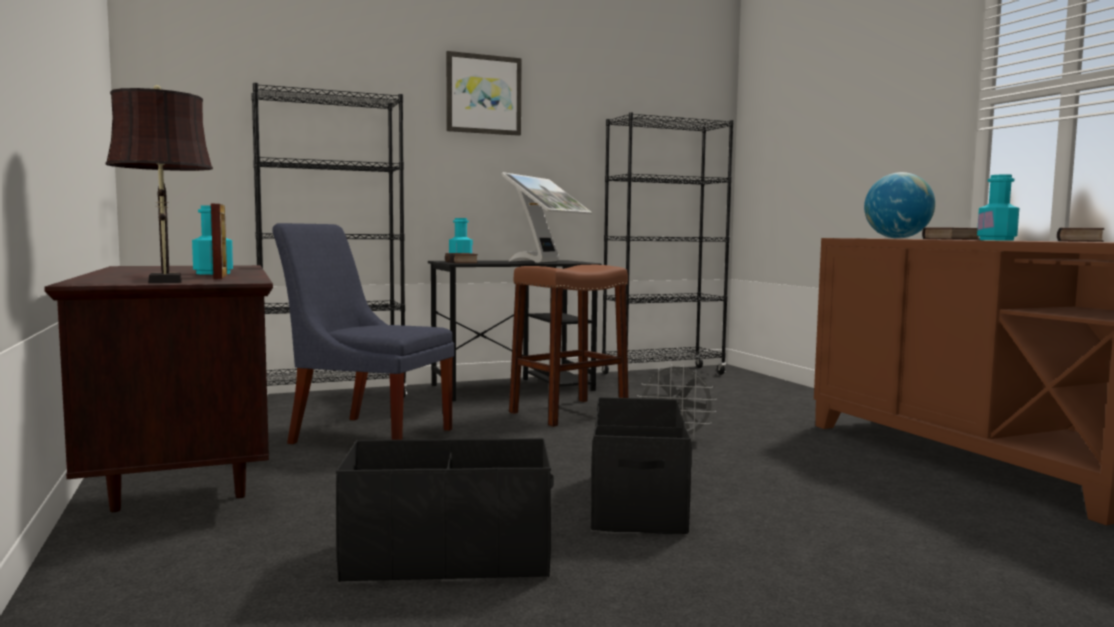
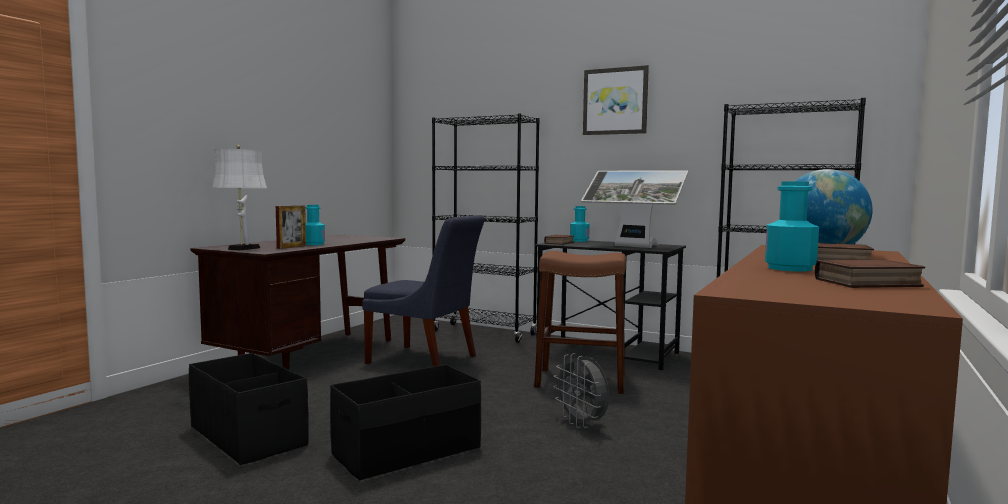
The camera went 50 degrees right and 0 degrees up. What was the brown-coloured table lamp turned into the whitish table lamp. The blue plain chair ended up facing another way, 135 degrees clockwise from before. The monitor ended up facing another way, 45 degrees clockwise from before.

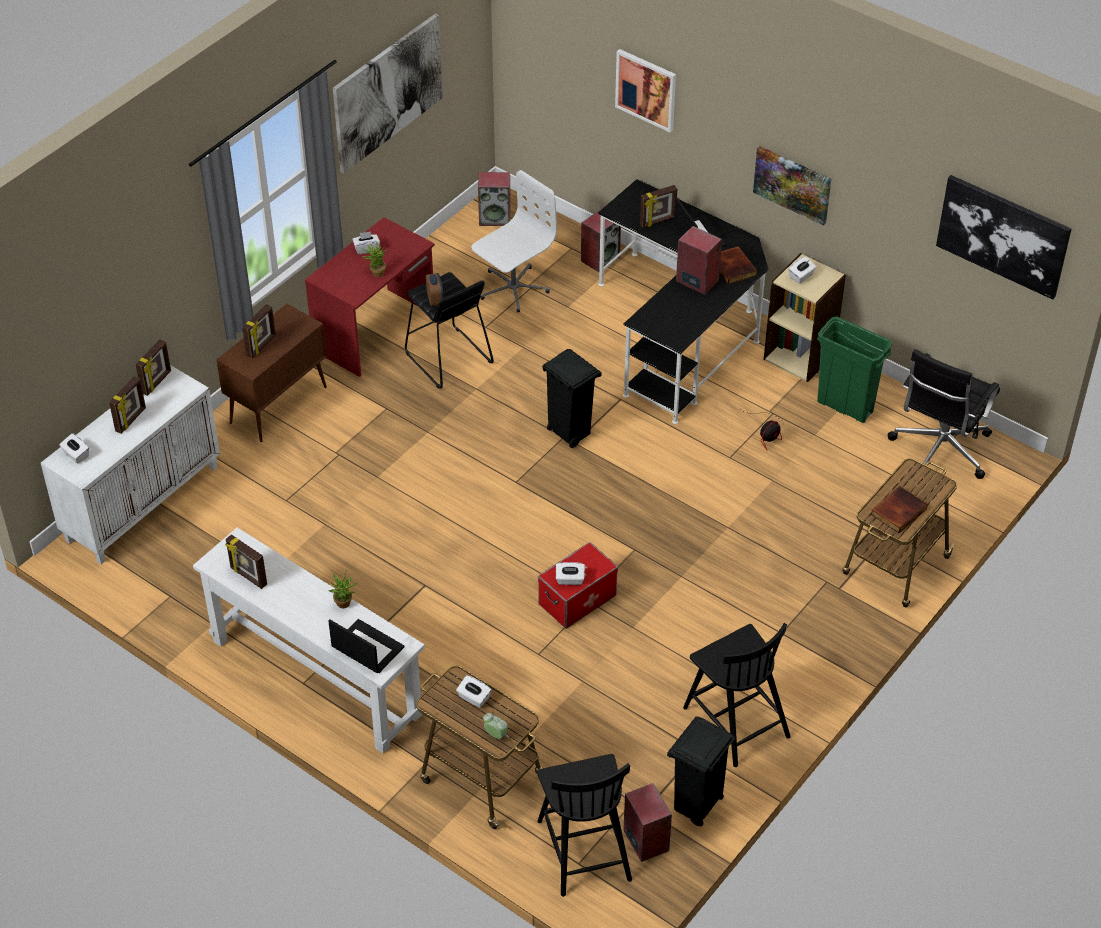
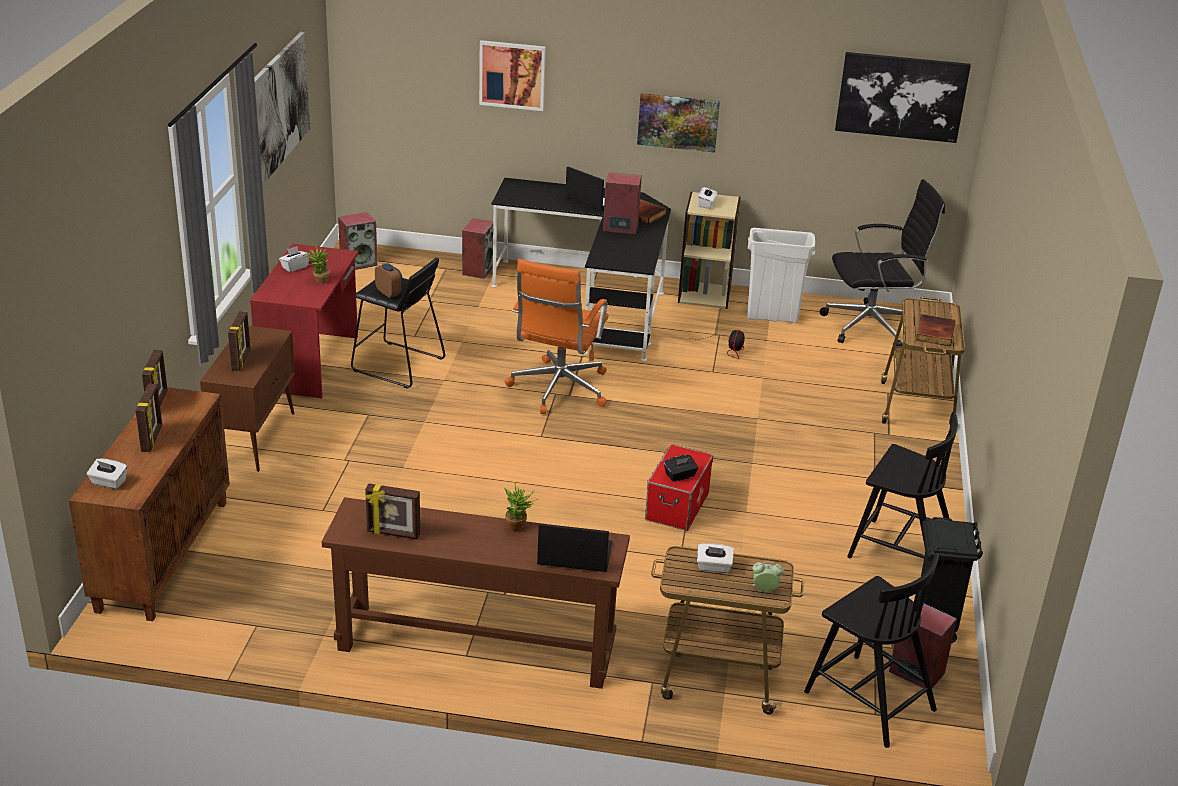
The camera went 30 degrees left and 15 degrees down. What was the whitish cabinet turned into the brown-coloured cabinet (1st from left). What was the whitish console table turned into the brown-coloured console table. The second view lost the whitish computer chair. Where the blackish trash can (1st from left) stood, the orange-coloured computer chair came to stand. What was the whitish box of tissues (4th from left) turned into the blackish box of tissues. The second view lost the photo frame (5th from left). What was the green trash can turned into the whitish trash can. The blackish computer chair ended up facing another way, 105 degrees counterclockwise from before.

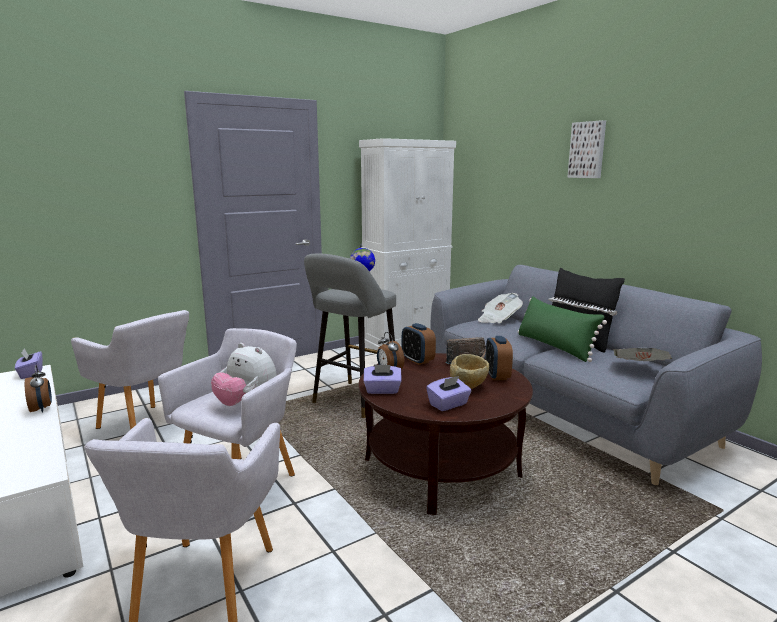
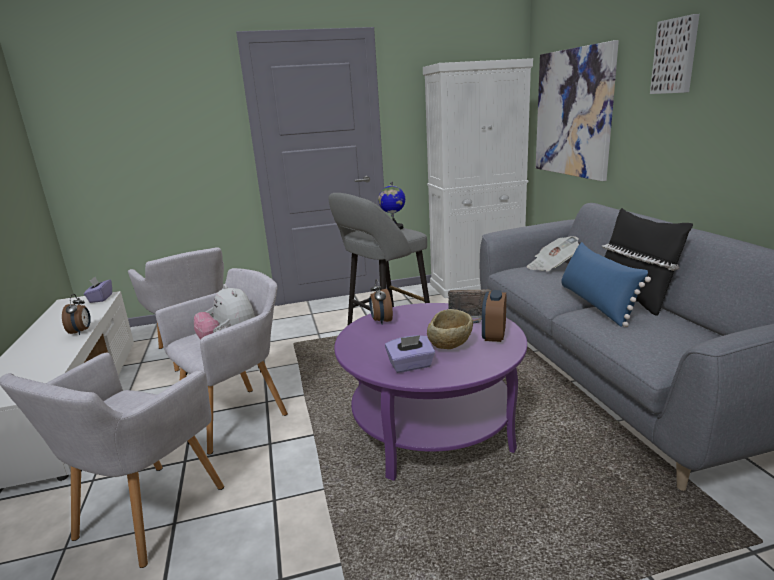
The camera went 20 degrees right and 5 degrees up. What was the brown-coloured lounge table turned into the purplish lounge table. The second view lost the purplish box of tissues (2nd from left). The second view lost the table clock (3rd from left). What was the green throw pillow turned into the blue throw pillow. The second view lost the newspaper (2nd from left). The second view gained the wall art (1st from left).

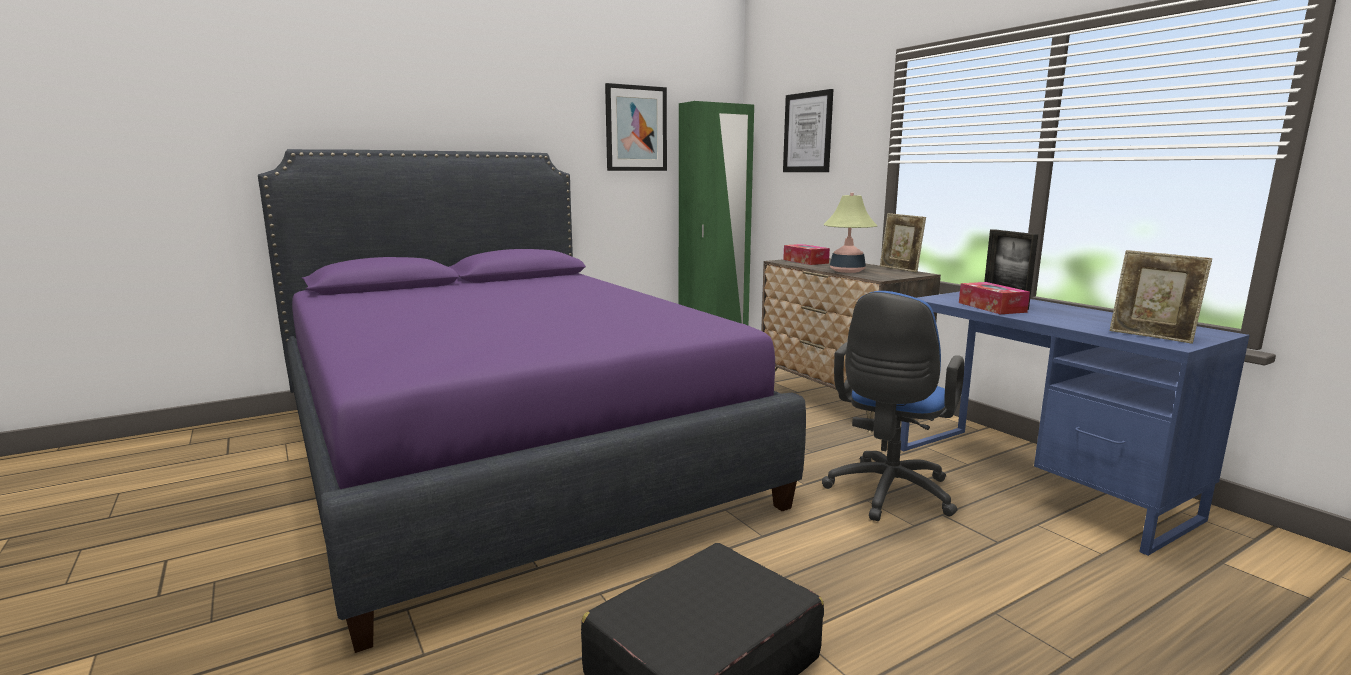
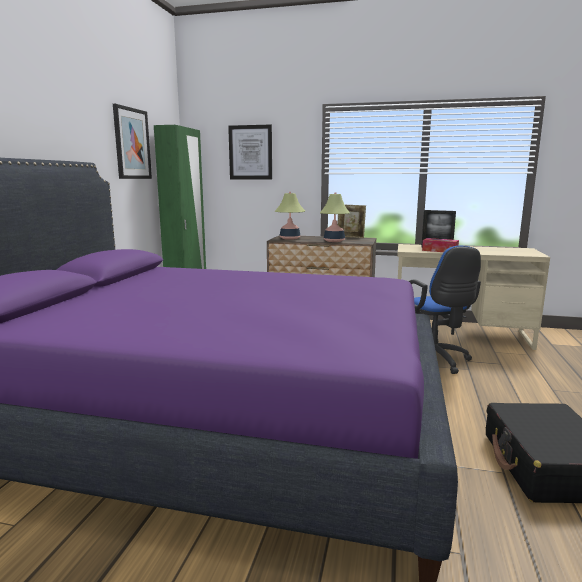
The camera went 45 degrees left and 0 degrees up. Where the box of tissues (1st from left) stood, the table lamp (1st from left) came to stand. What was the blue desk turned into the sand-coloured desk. The second view lost the photo frame (3rd from left).

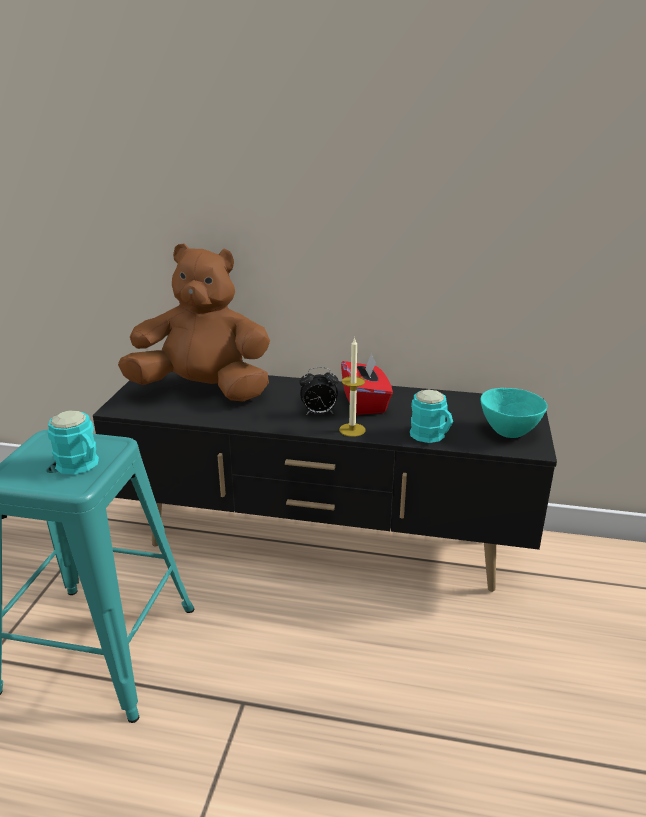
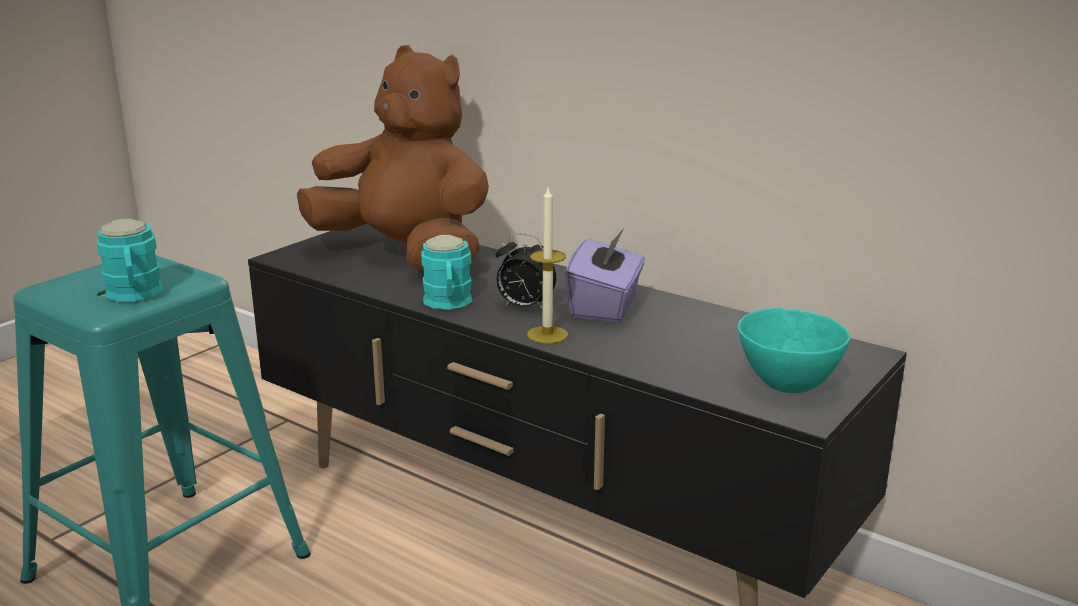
The camera went 25 degrees right and 5 degrees down. What was the red-coloured box of tissues turned into the purplish box of tissues. The blue-green tea mug (2nd from left) ended up elsewhere.

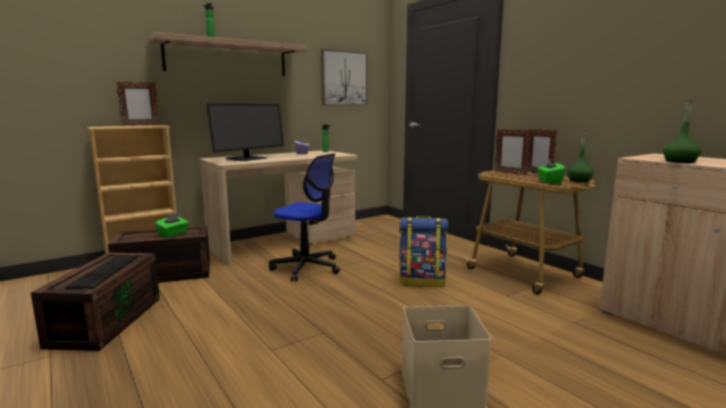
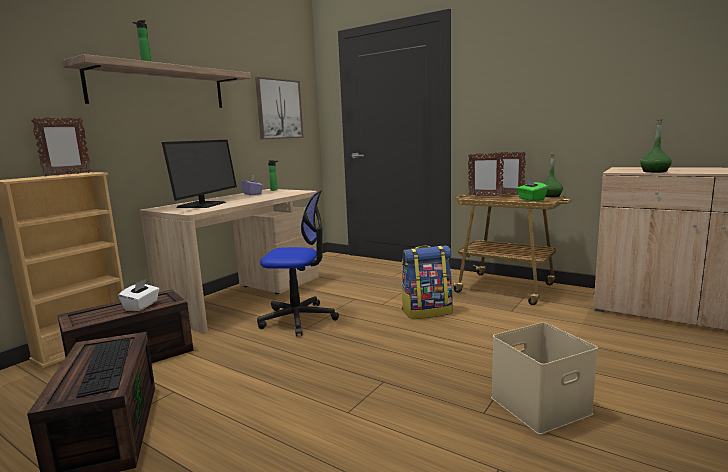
The camera went 20 degrees left and 0 degrees up. What was the green box of tissues (1st from left) turned into the whitish box of tissues.

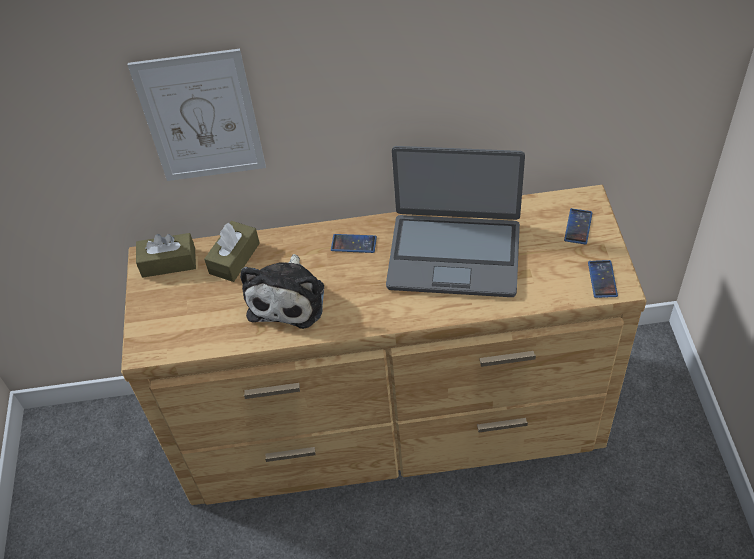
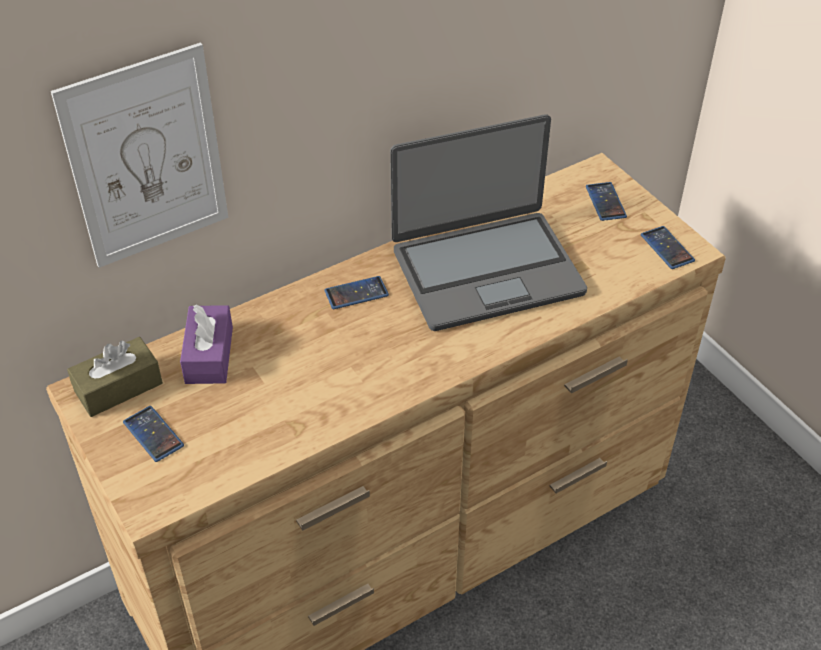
The camera went 30 degrees left and 5 degrees down. What was the brown-coloured box of tissues (2nd from left) turned into the purplish box of tissues. The second view lost the cuddly toy. The second view gained the handset (1st from left).

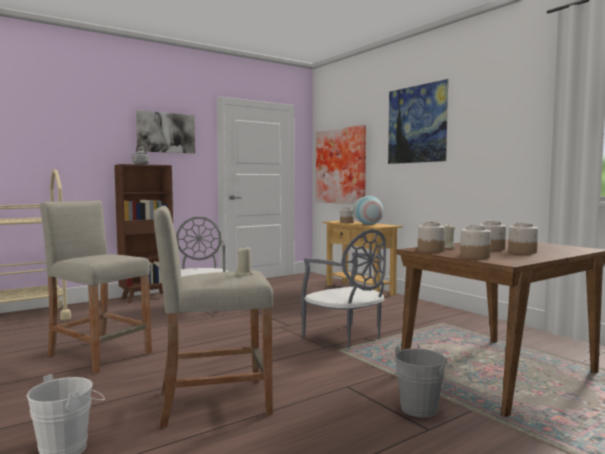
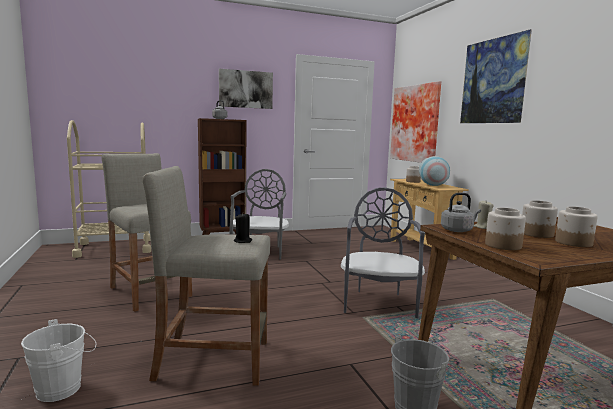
The camera went 15 degrees right and 5 degrees up. What was the sand-coloured wax candle (1st from left) turned into the blackish wax candle. The greyish plain chair (2nd from left) ended up facing another way, 150 degrees counterclockwise from before. Where the storage jar (2nd from left) stood, the greyish tea kettle (2nd from left) came to stand.

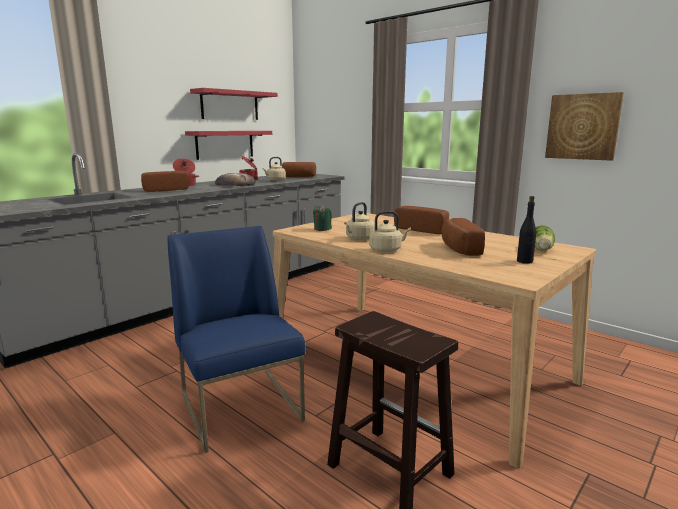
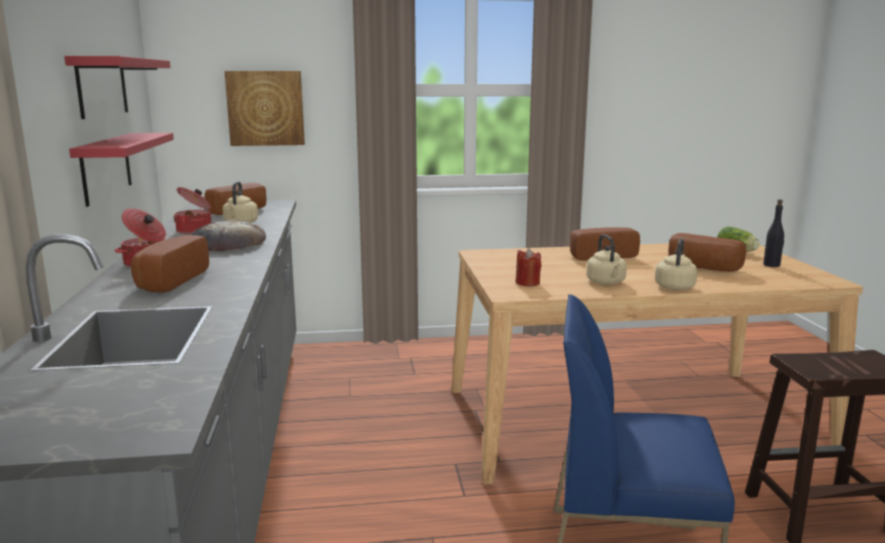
The camera went 50 degrees left and 0 degrees up. What was the green wax candle turned into the red-coloured wax candle. The wall art ended up elsewhere.

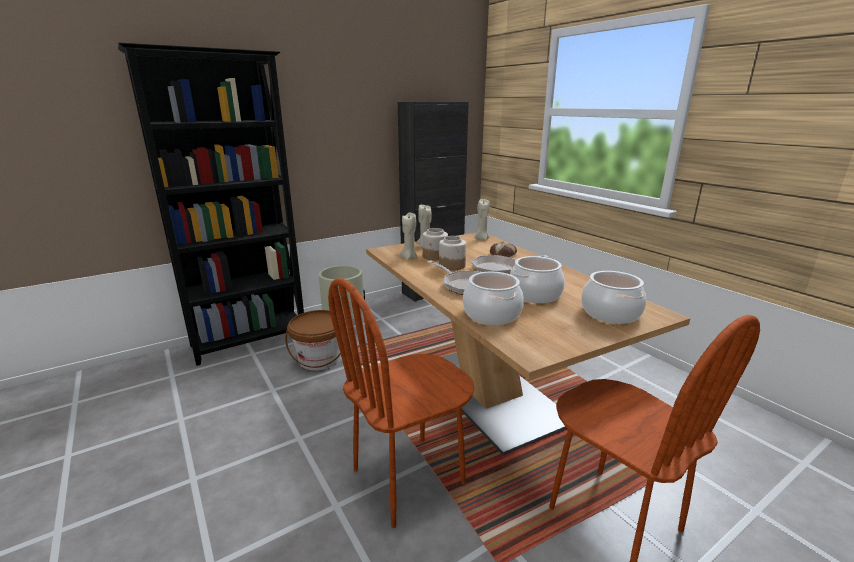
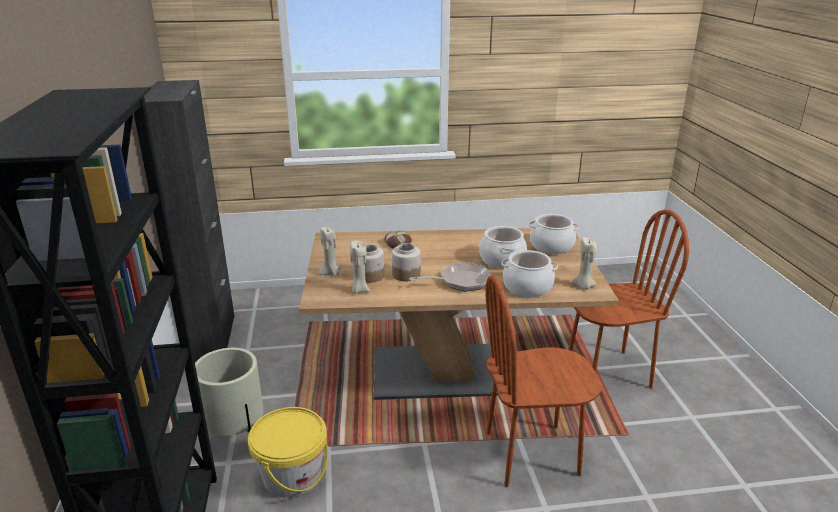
The camera went 65 degrees left and 5 degrees up. What was the brown-coloured pail turned into the yellowish pail. The brown-coloured plain chair (1st from left) ended up facing another way, 90 degrees clockwise from before. The second view lost the skillet (2nd from left). The sand-coloured wax candle (3rd from left) ended up elsewhere.

